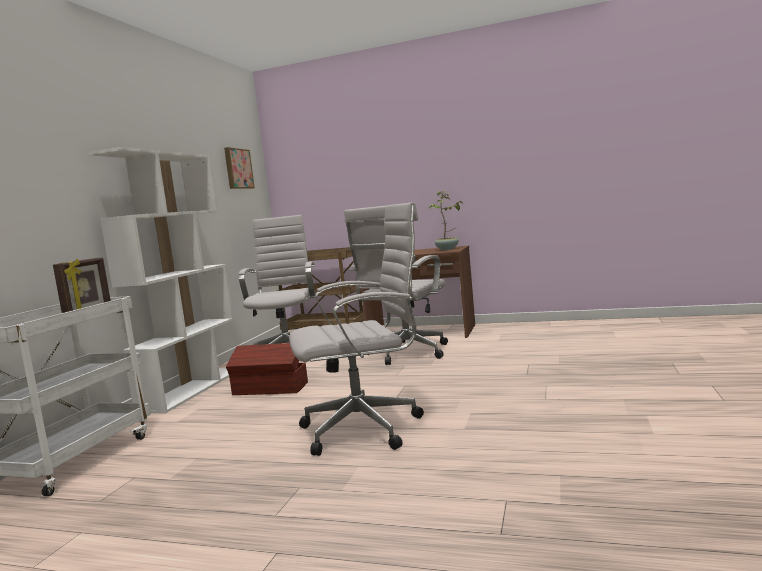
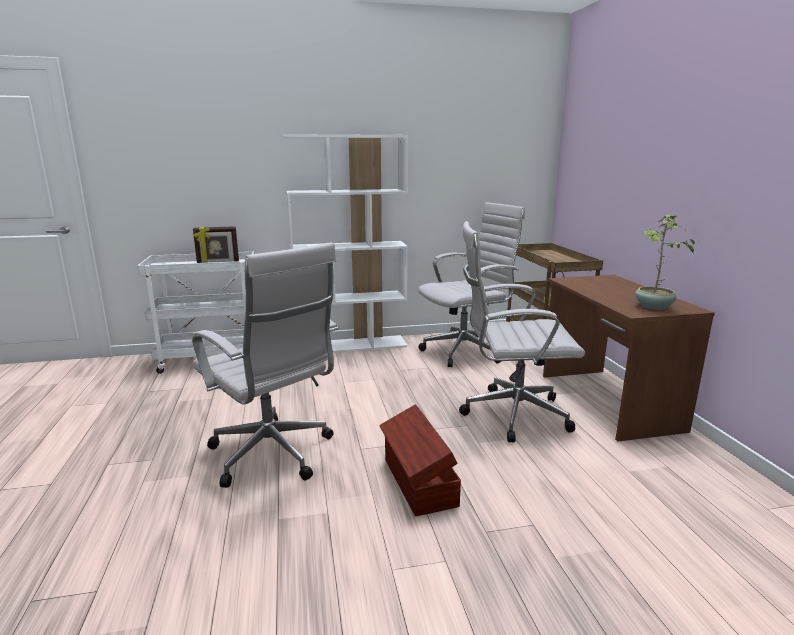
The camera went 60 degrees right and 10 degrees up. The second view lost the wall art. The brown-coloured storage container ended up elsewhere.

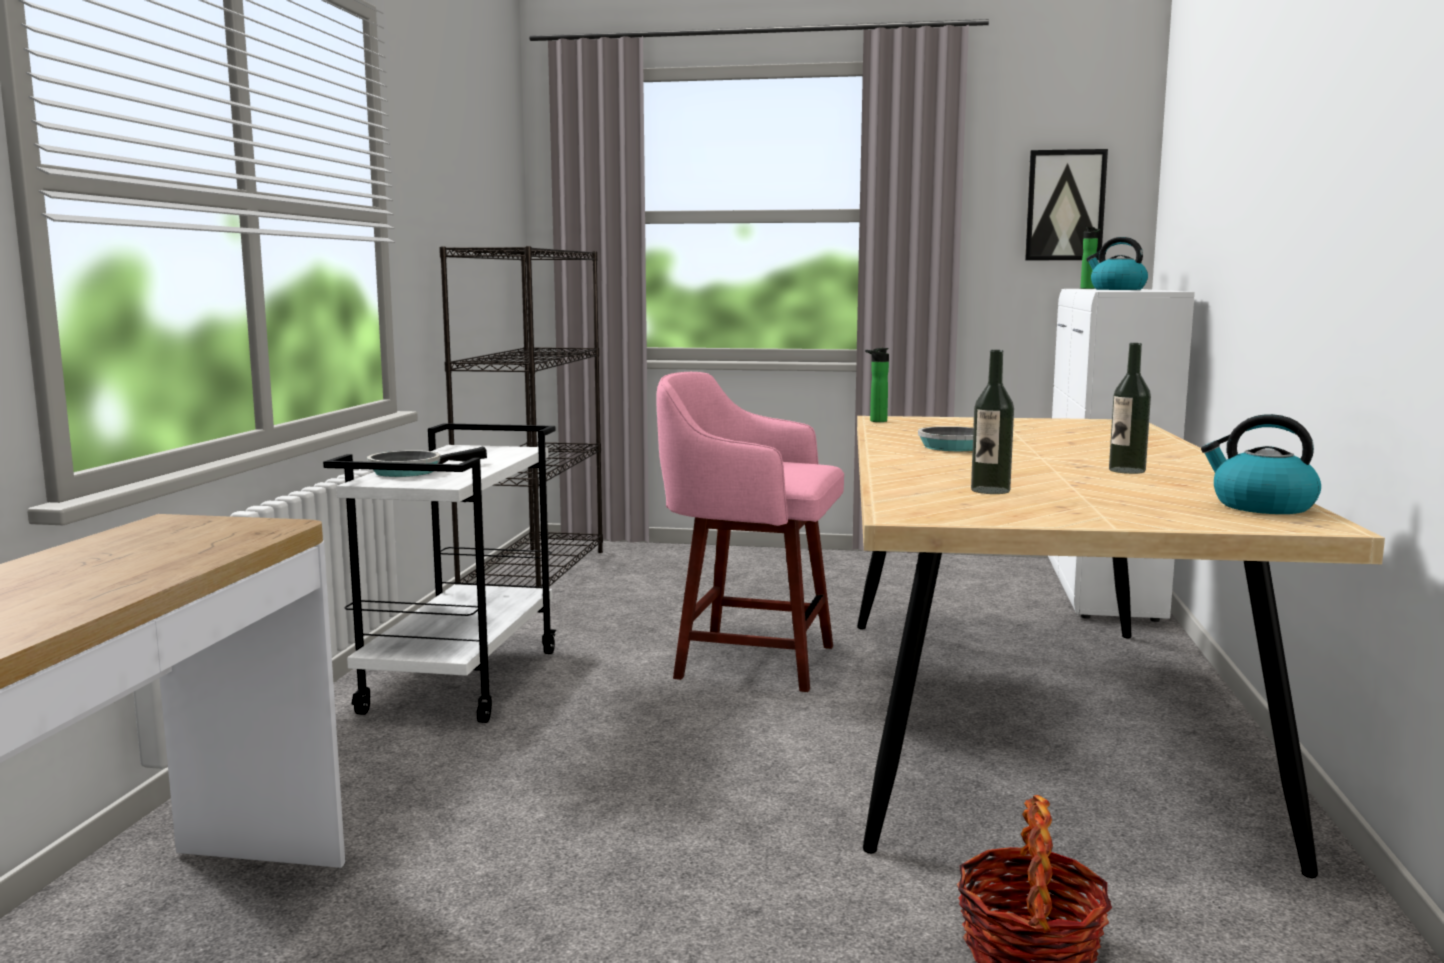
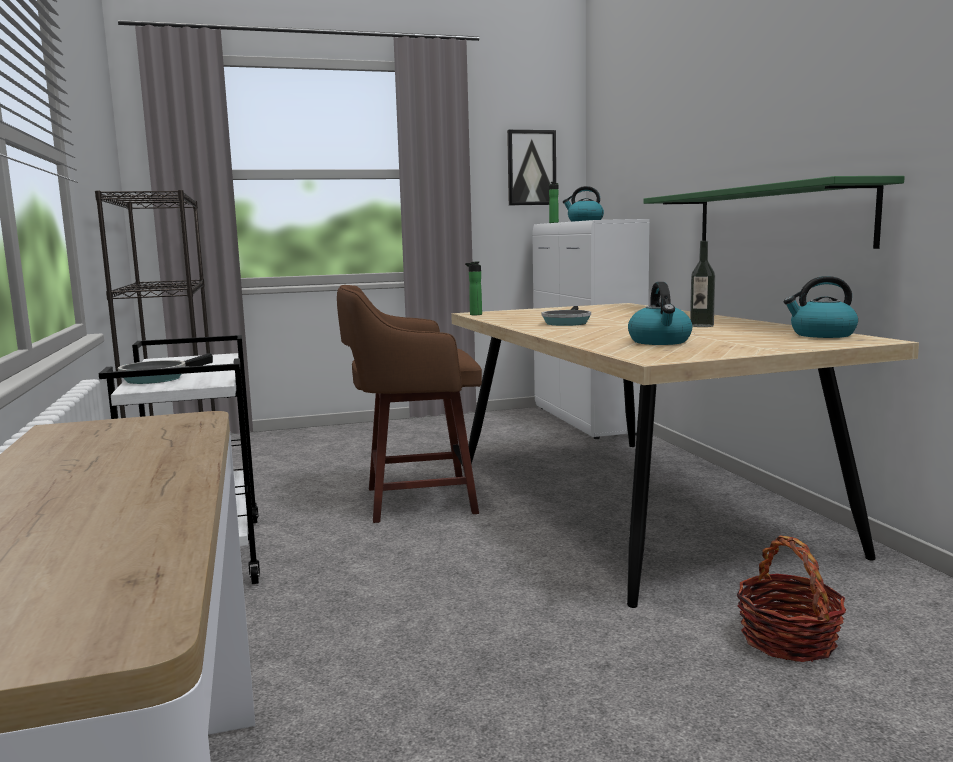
The camera went 25 degrees left and 0 degrees up. What was the pink-coloured stool turned into the brown-coloured stool. Where the beverage bottle (2nd from left) stood, the tea kettle (2nd from left) came to stand. The second view gained the green wall shelf.

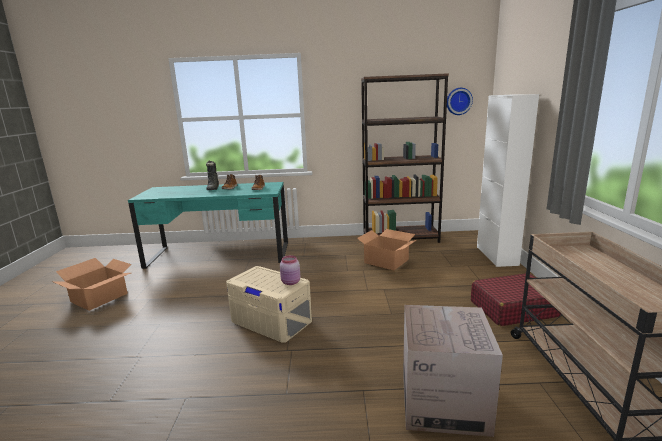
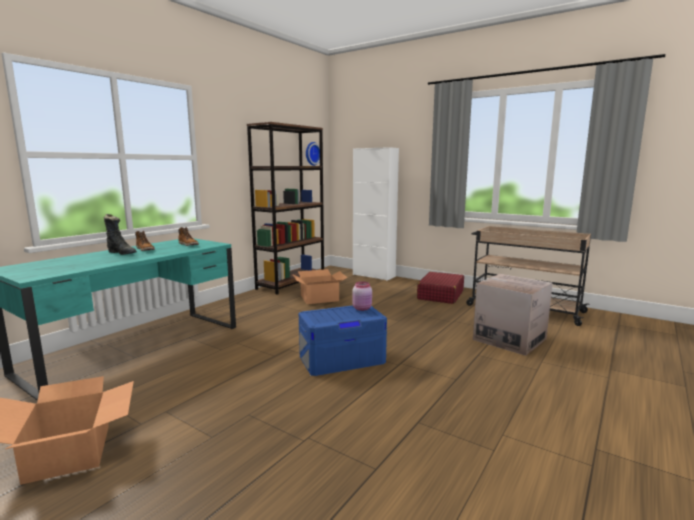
The camera went 55 degrees left and 5 degrees down. What was the sand-coloured storage container turned into the blue storage container.

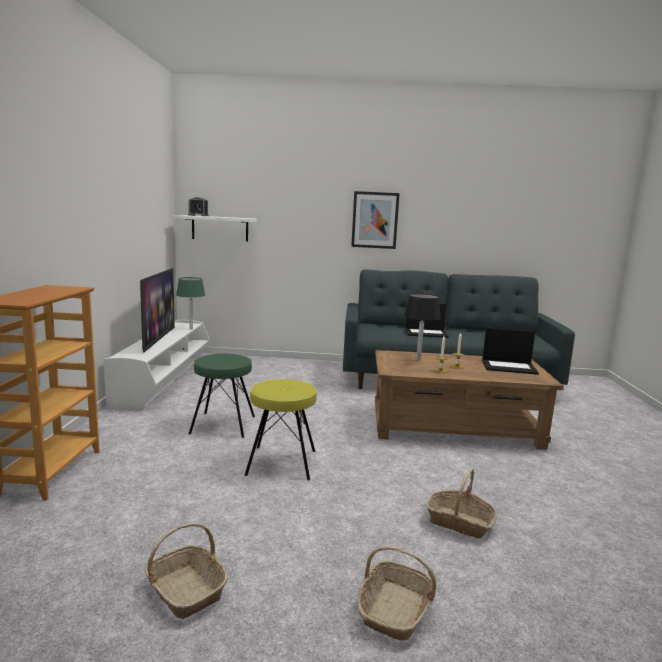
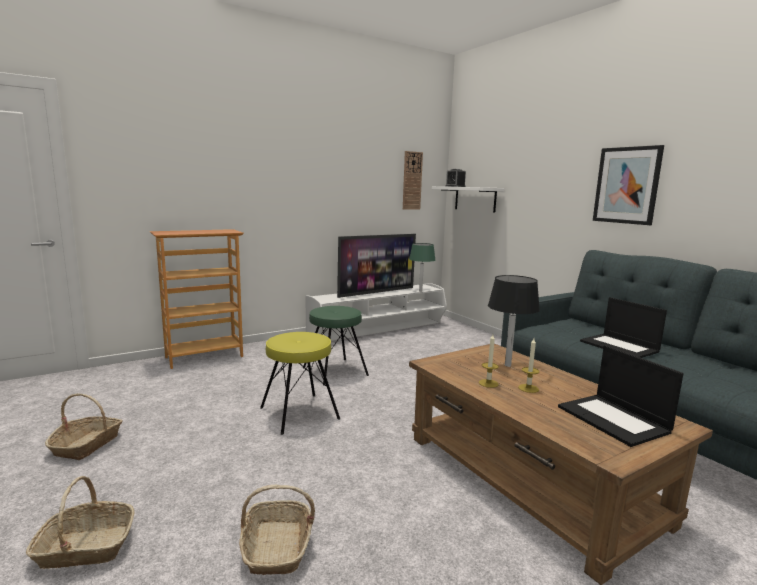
The camera went 55 degrees right and 0 degrees up. The second view gained the clock on the wall.

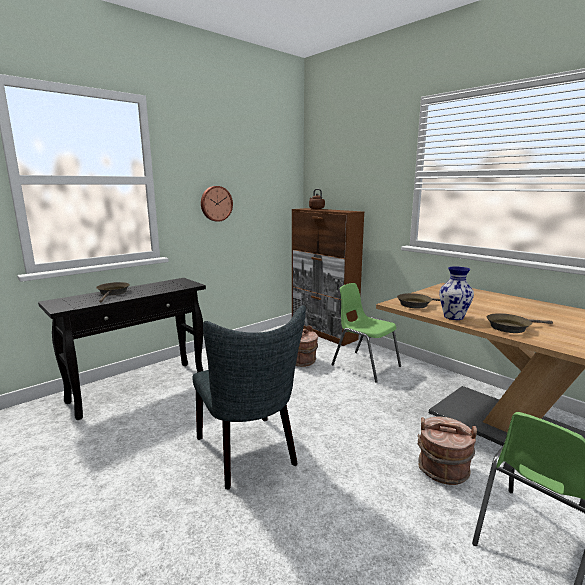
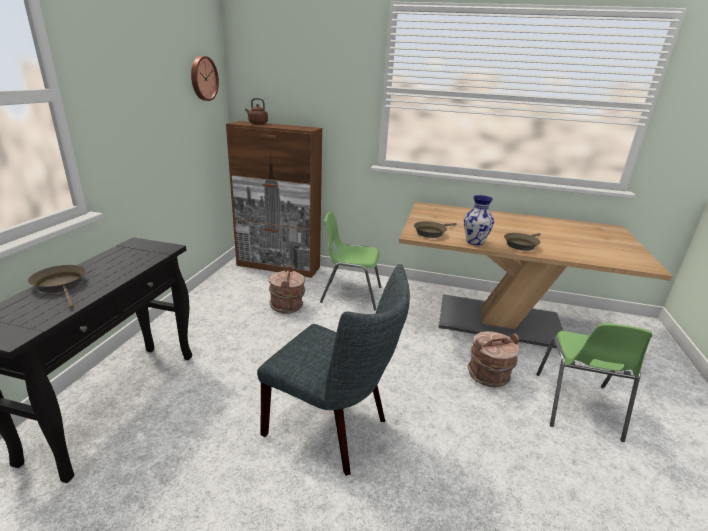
The camera went 35 degrees left and 10 degrees up. The clock on the wall ended up elsewhere.

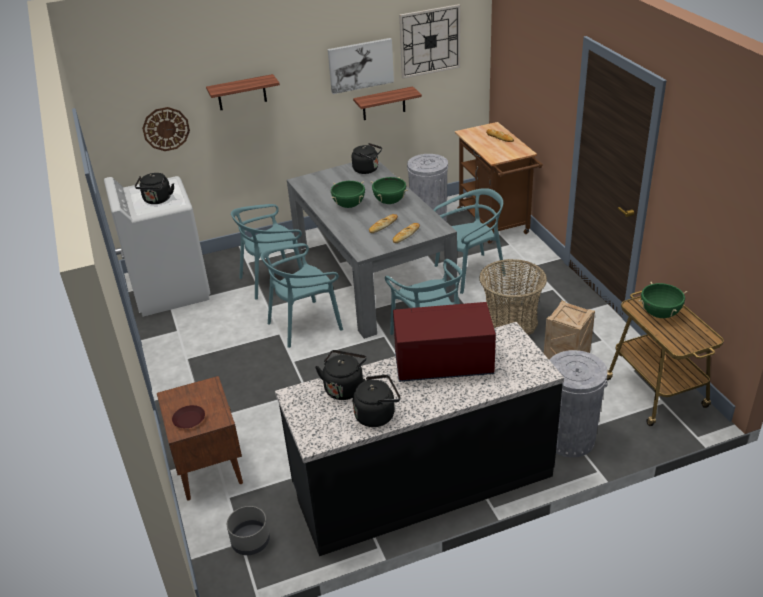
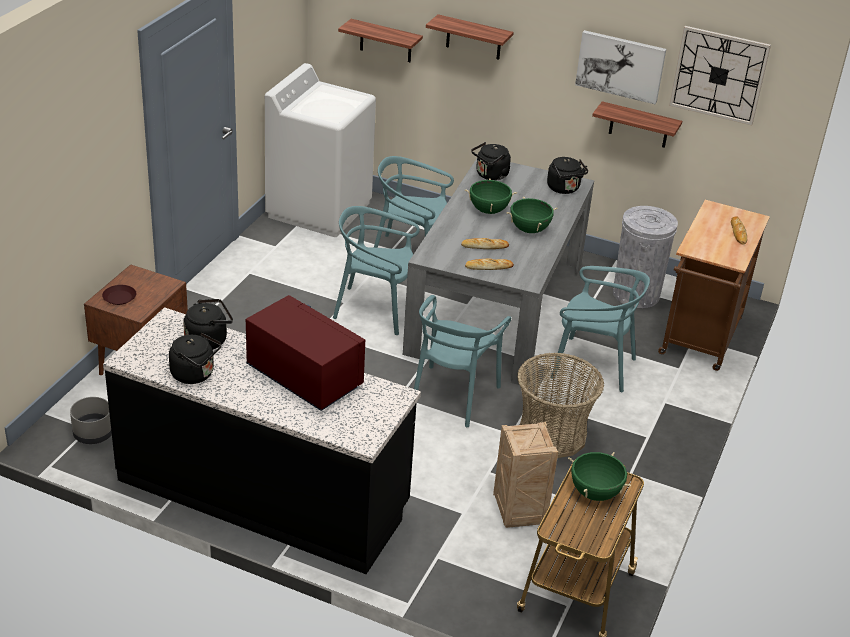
The camera went 40 degrees right and 0 degrees up. The blackish tea kettle (1st from left in the first image) ended up elsewhere. Where the clock on the wall (1st from left) hung, the wall shelf (1st from left) came to hang. The second view lost the greyish trash can (2nd from left).

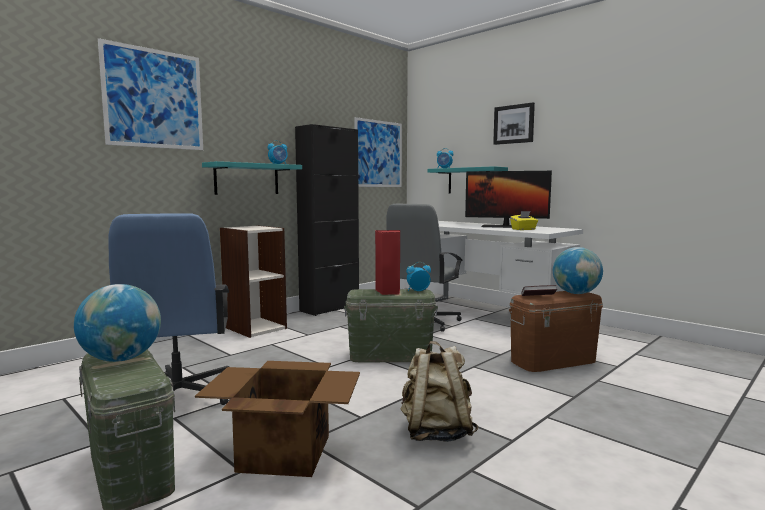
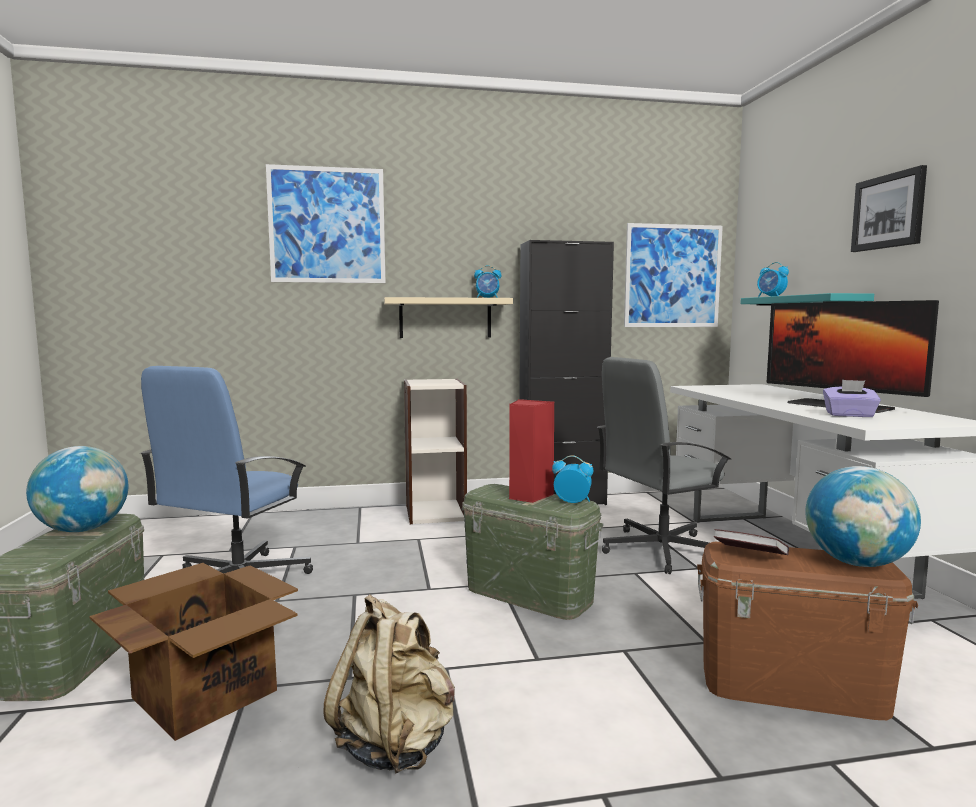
The camera went 35 degrees right and 0 degrees up. What was the blue-green wall shelf (1st from left) turned into the sand-coloured wall shelf. What was the yellowish box of tissues turned into the purplish box of tissues.

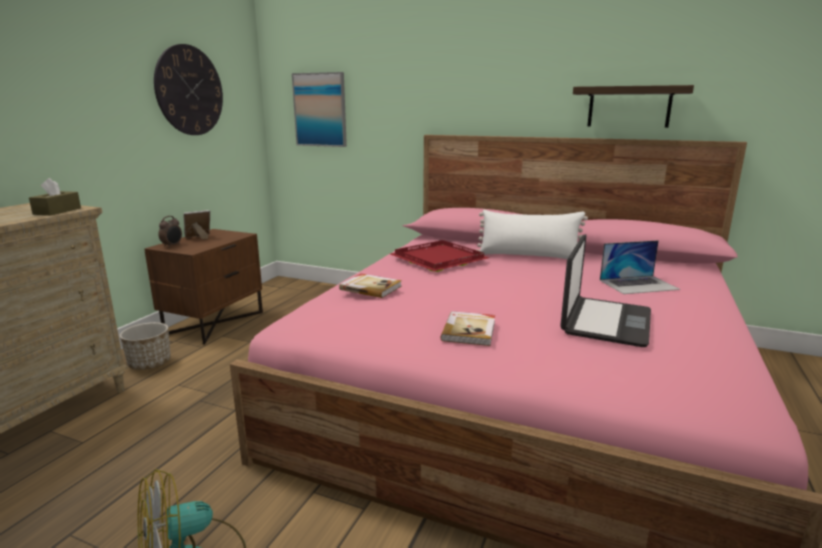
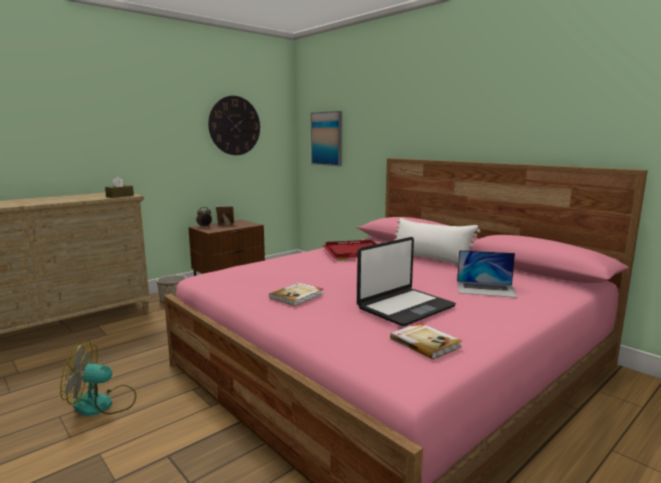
The camera went 25 degrees right and 5 degrees down. The book (1st from left in the first image) ended up elsewhere. The second view lost the wall shelf.

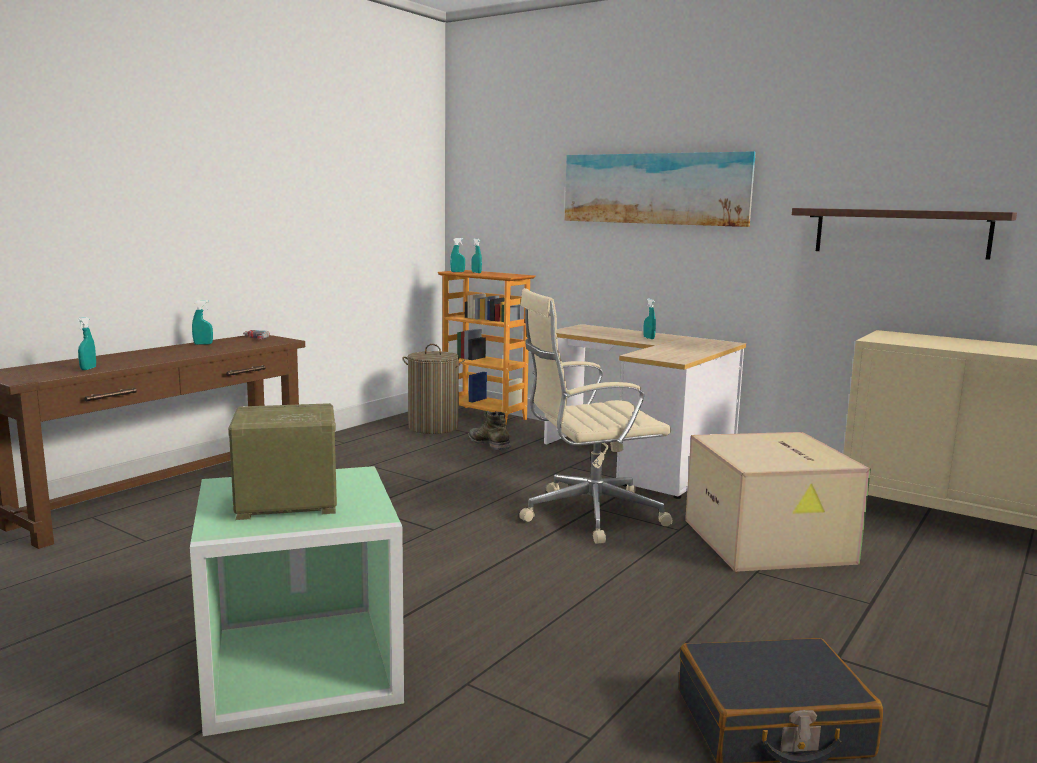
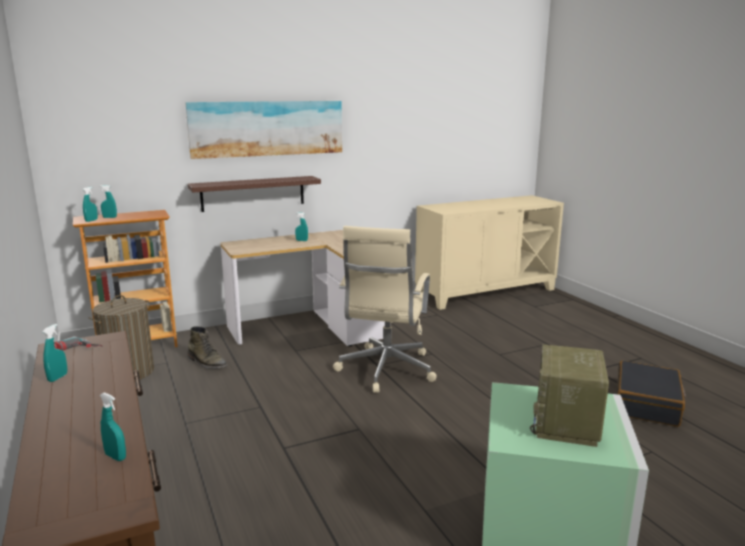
The camera went 60 degrees left and 5 degrees up. The green tall boot ended up facing another way, 135 degrees counterclockwise from before. The second view lost the cardboard box. The wall shelf ended up elsewhere.

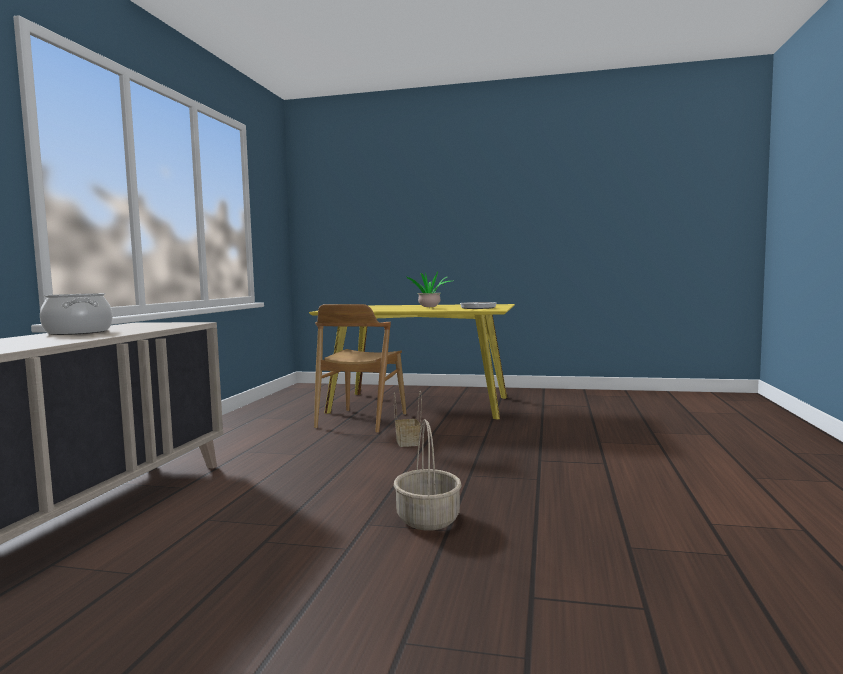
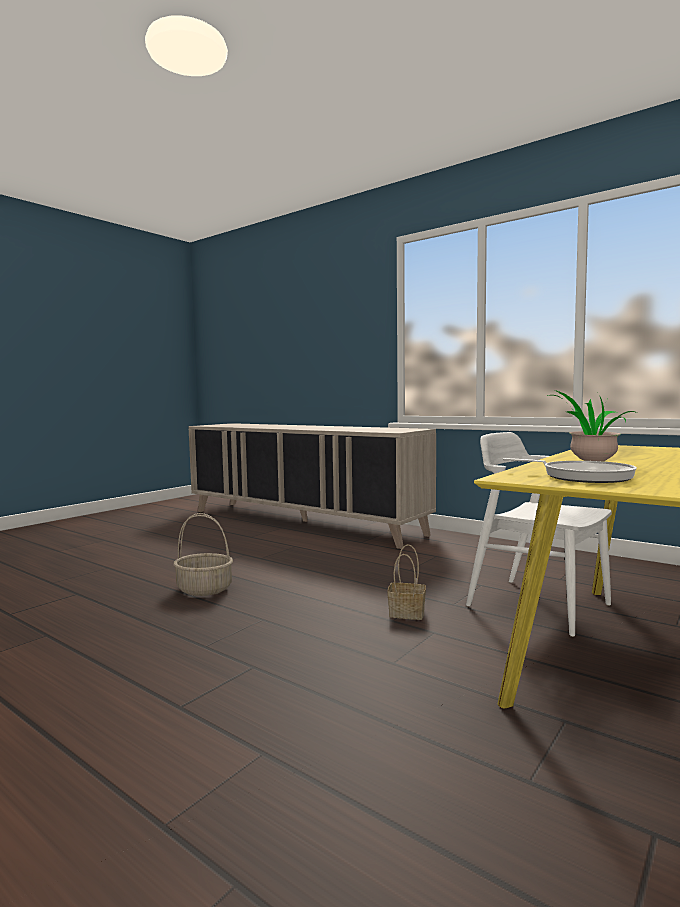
The camera went 115 degrees right and 0 degrees up. The second view lost the stockpot. What was the brown-coloured plain chair turned into the whitish plain chair.

